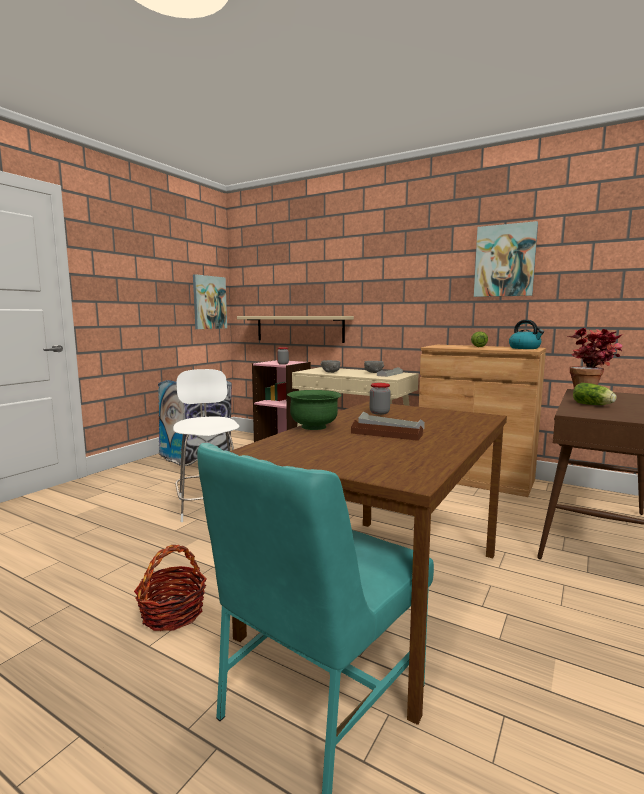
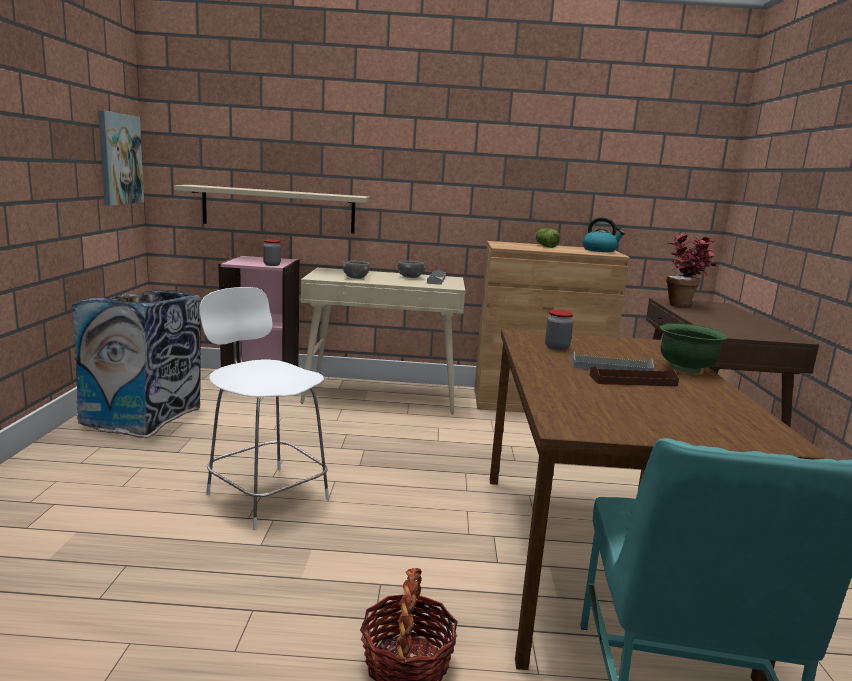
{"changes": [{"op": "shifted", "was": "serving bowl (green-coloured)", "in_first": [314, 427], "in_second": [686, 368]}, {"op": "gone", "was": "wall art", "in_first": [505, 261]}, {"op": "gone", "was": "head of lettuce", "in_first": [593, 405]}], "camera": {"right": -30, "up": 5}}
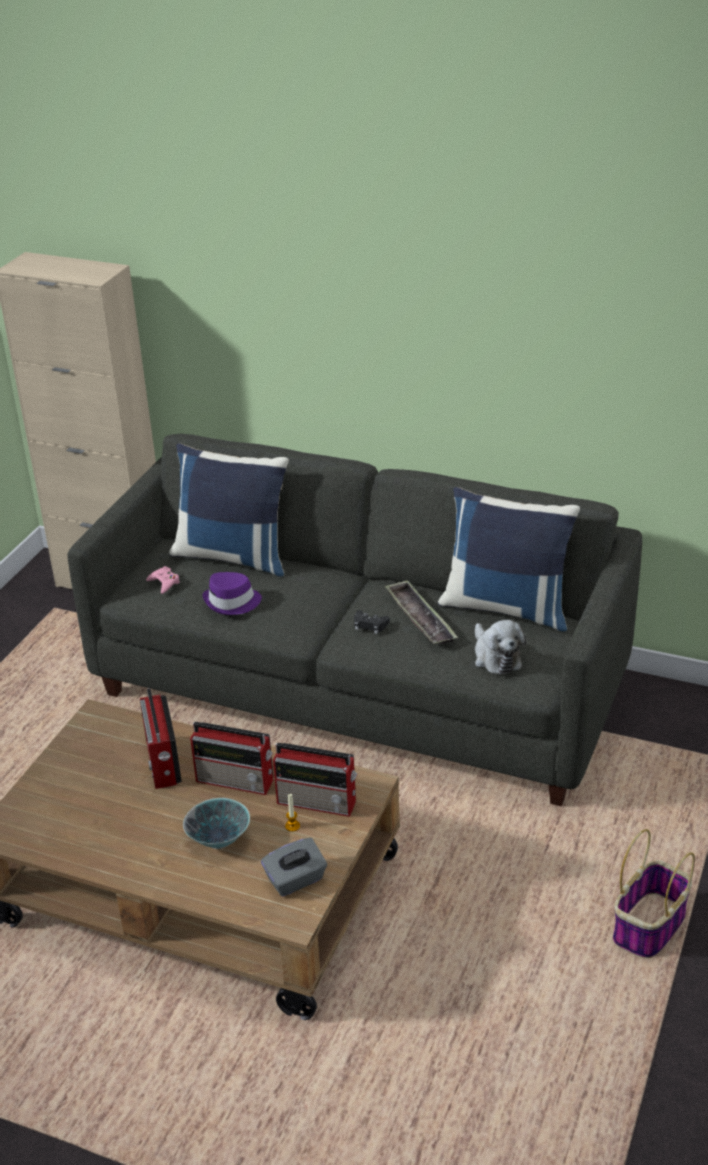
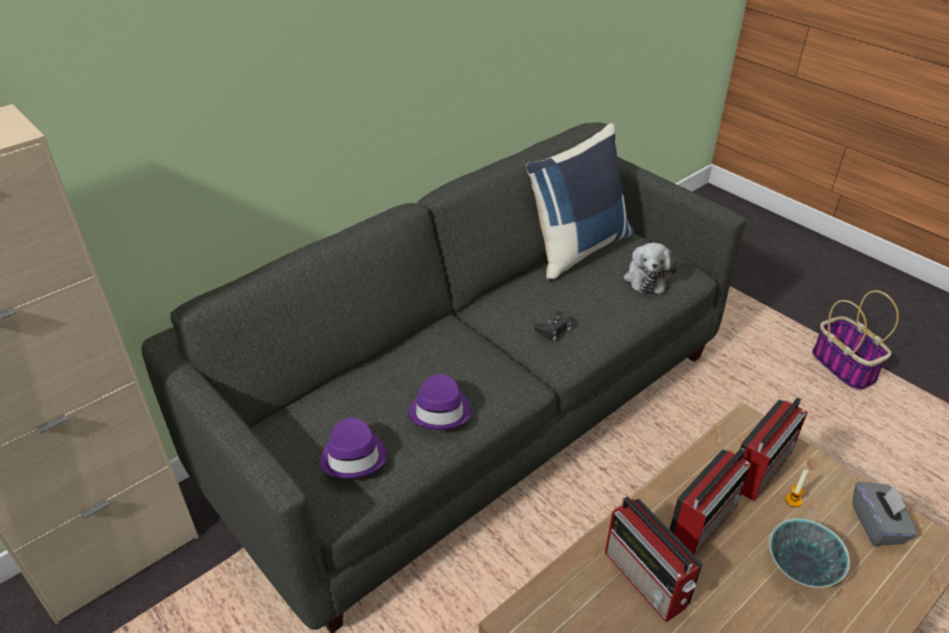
{"changes": [{"op": "swapped", "was": "joypad (pinkish)", "now": "clothing hat (purple-coloured)", "in_first": [164, 583], "in_second": [354, 456]}, {"op": "rotated", "was": "radio receiver", "in_first": [162, 763], "in_second": [647, 580], "clockwise": 45}, {"op": "rotated", "was": "cuddly toy", "in_first": [495, 656], "in_second": [646, 277], "clockwise": 90}, {"op": "gone", "was": "pillow (bluish)", "in_first": [233, 555]}, {"op": "gone", "was": "tray", "in_first": [420, 618]}], "camera": {"right": -65, "up": 5}}
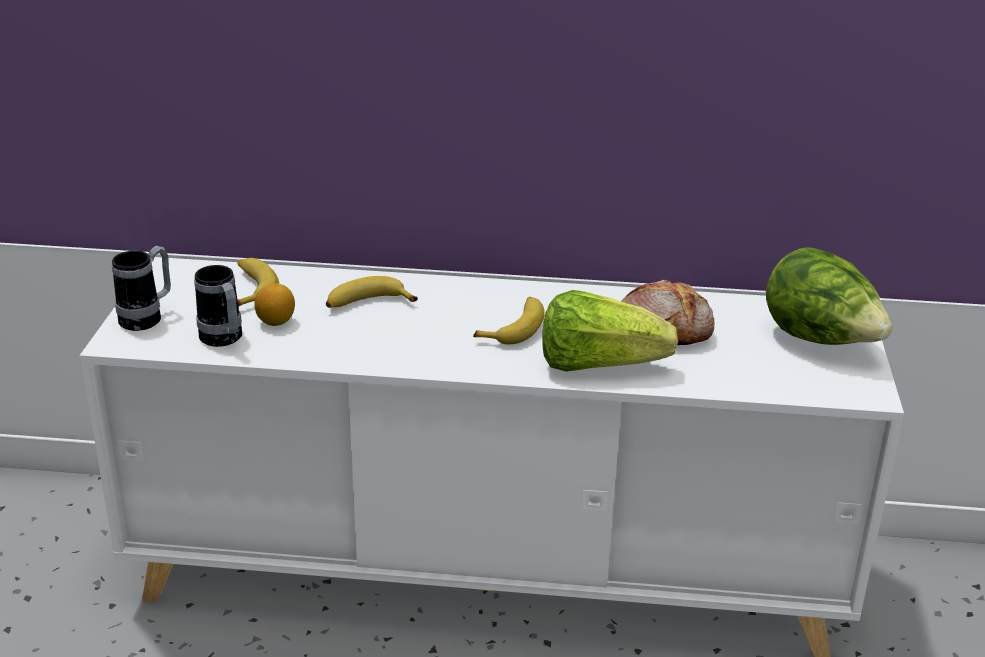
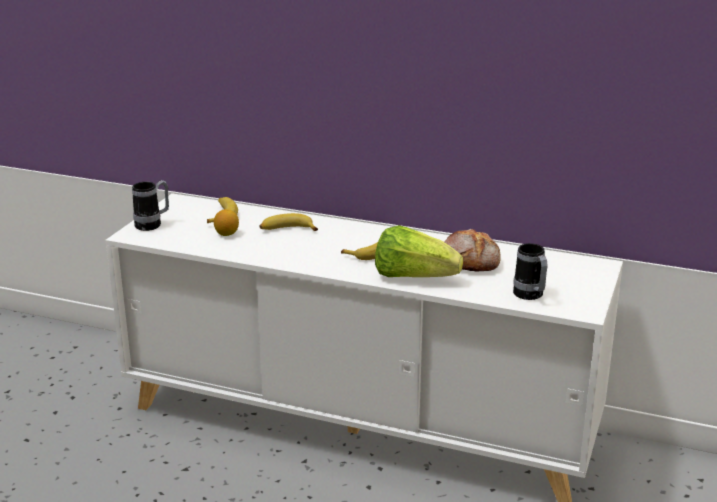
{"changes": [{"op": "shifted", "was": "mug", "in_first": [224, 340], "in_second": [530, 296]}, {"op": "gone", "was": "head of lettuce", "in_first": [821, 340]}], "camera": {"right": 15, "up": -5}}
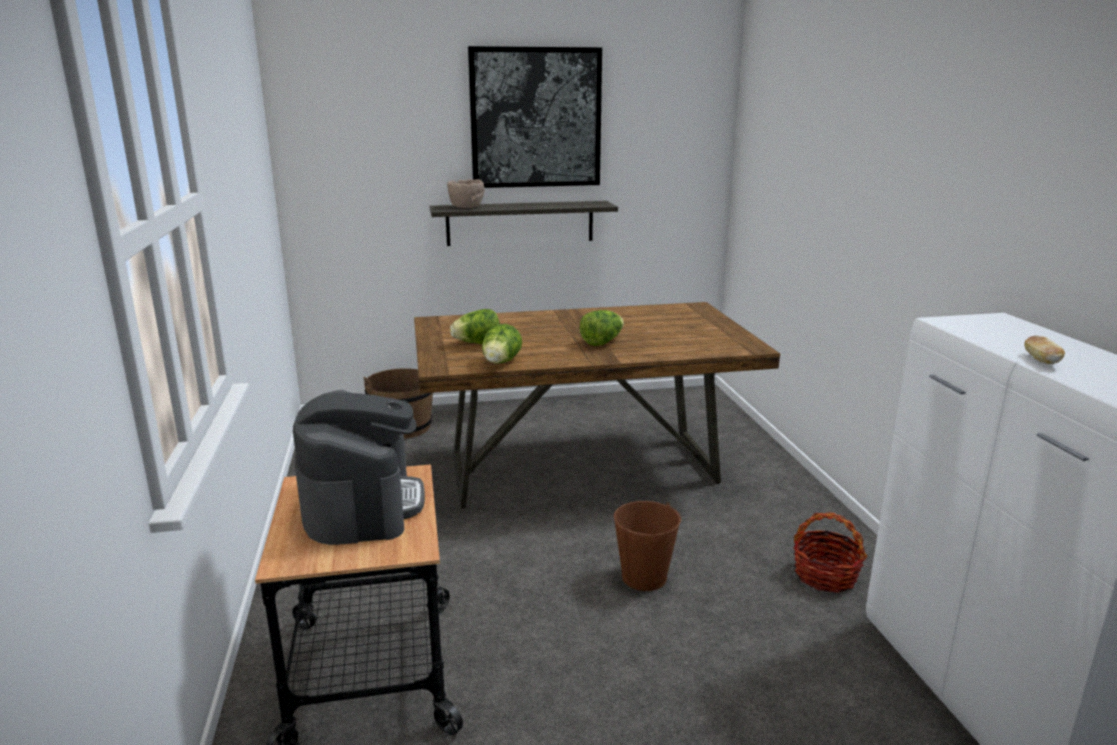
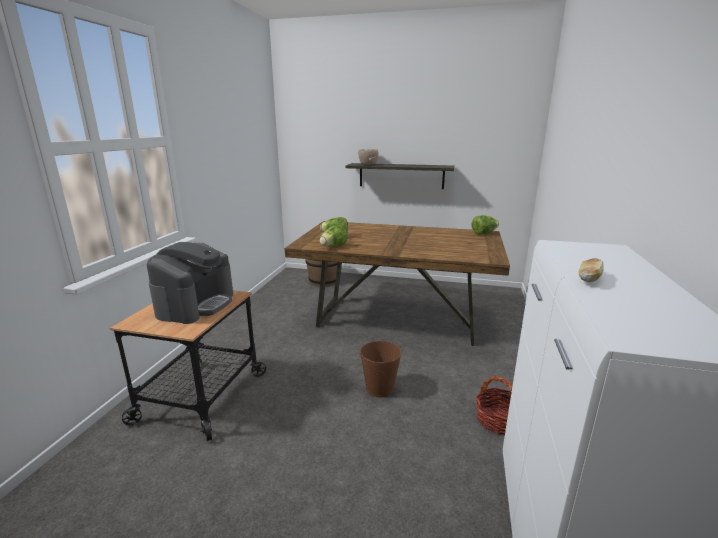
{"changes": [{"op": "shifted", "was": "head of lettuce", "in_first": [602, 342], "in_second": [484, 233]}, {"op": "gone", "was": "wall art", "in_first": [535, 118]}], "camera": {"right": 25, "up": 0}}
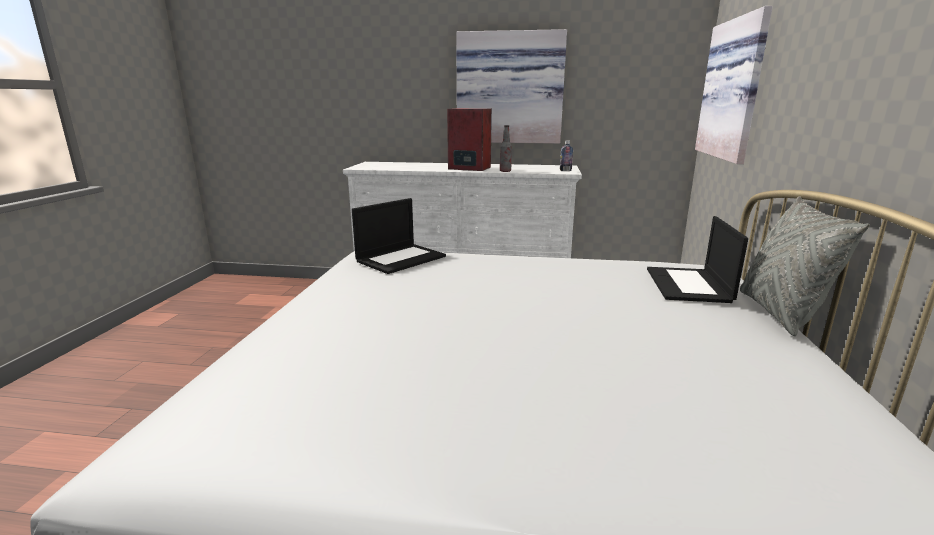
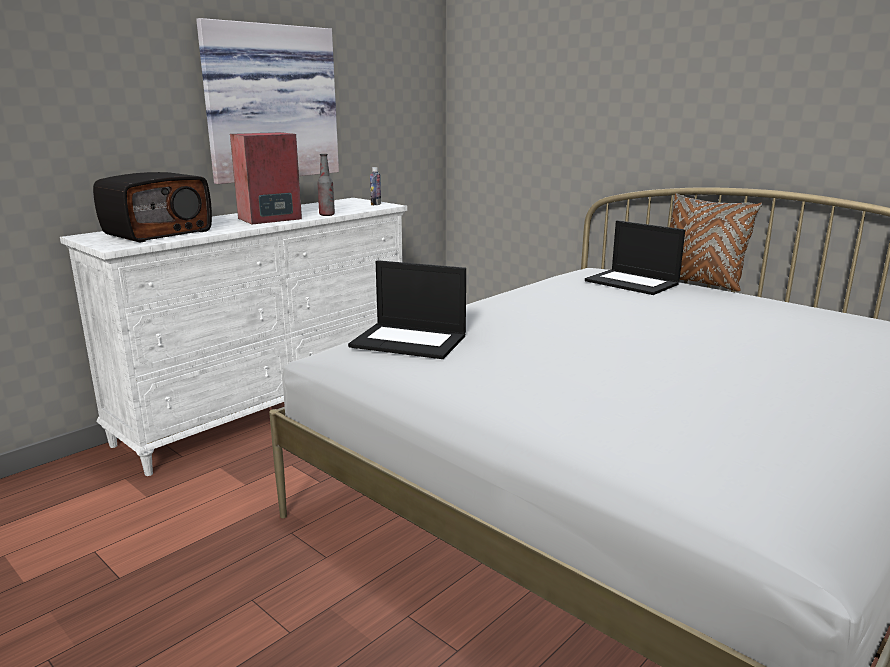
{"changes": [{"op": "new", "now": "radio receiver", "in_second": [158, 232]}, {"op": "rotated", "was": "laptop", "in_first": [401, 258], "in_second": [410, 341], "clockwise": 120}, {"op": "repainted", "was": "pillow (grey)", "now": "pillow (brown)", "in_first": [779, 313], "in_second": [698, 283]}, {"op": "gone", "was": "wall art", "in_first": [735, 90]}], "camera": {"right": -55, "up": 0}}
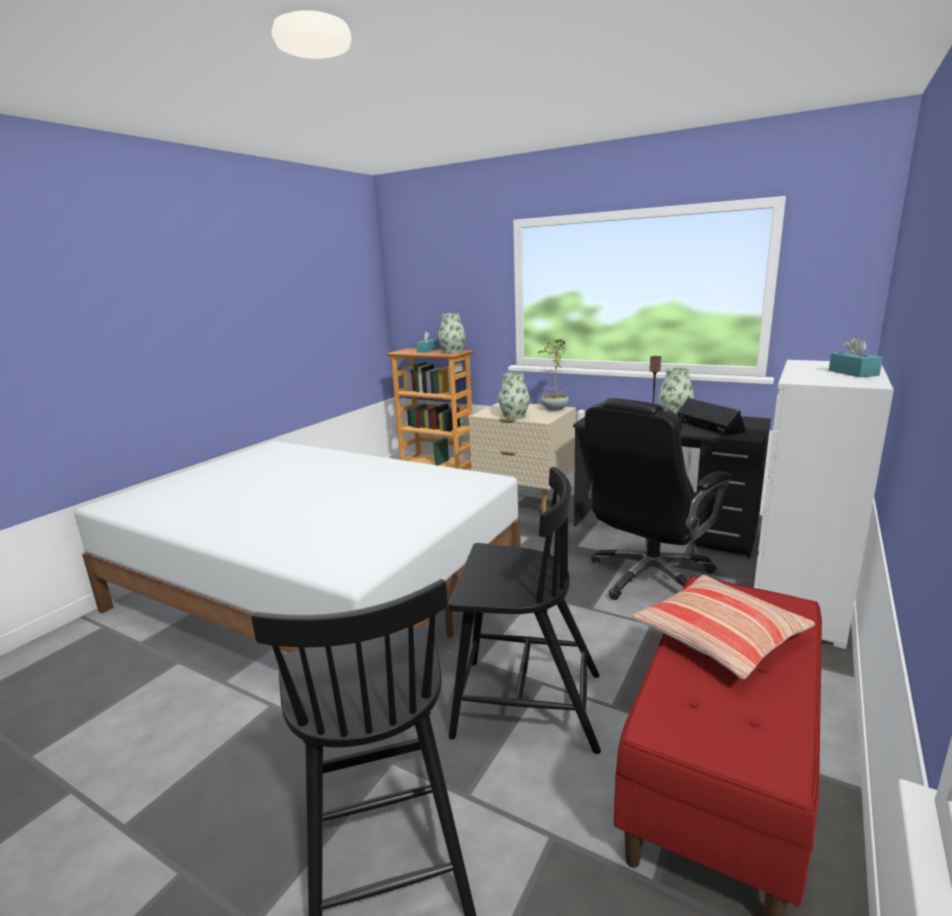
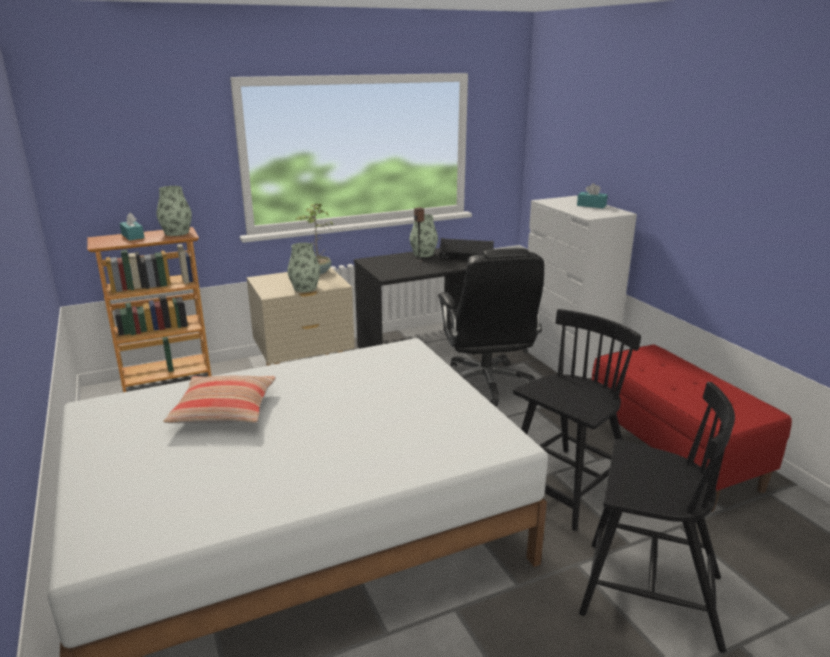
{"changes": [{"op": "shifted", "was": "pillow", "in_first": [719, 636], "in_second": [224, 410]}], "camera": {"right": -55, "up": 5}}
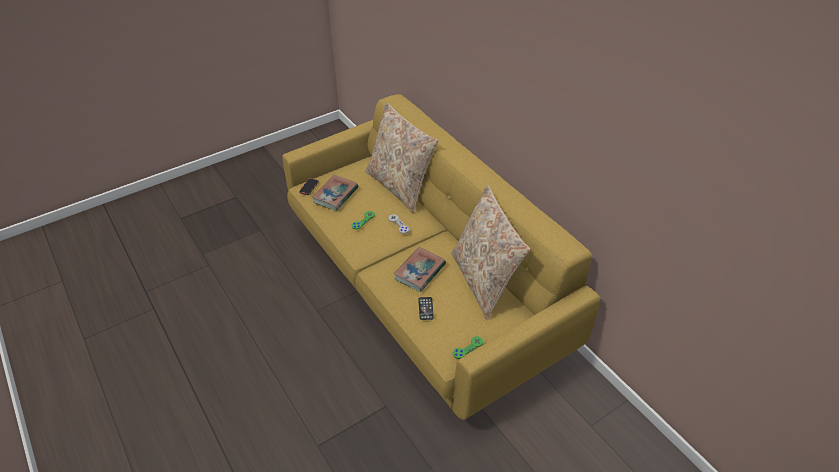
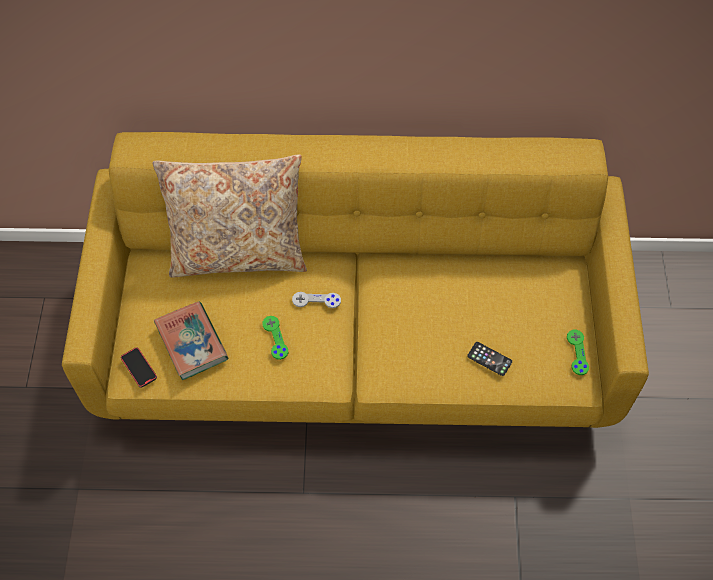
{"changes": [{"op": "gone", "was": "volume", "in_first": [420, 271]}, {"op": "gone", "was": "pillow (sand-coloured)", "in_first": [483, 281]}], "camera": {"right": -55, "up": 15}}
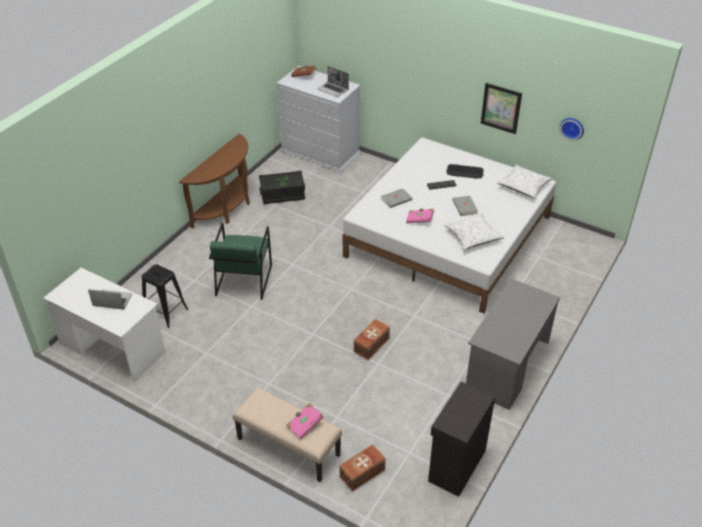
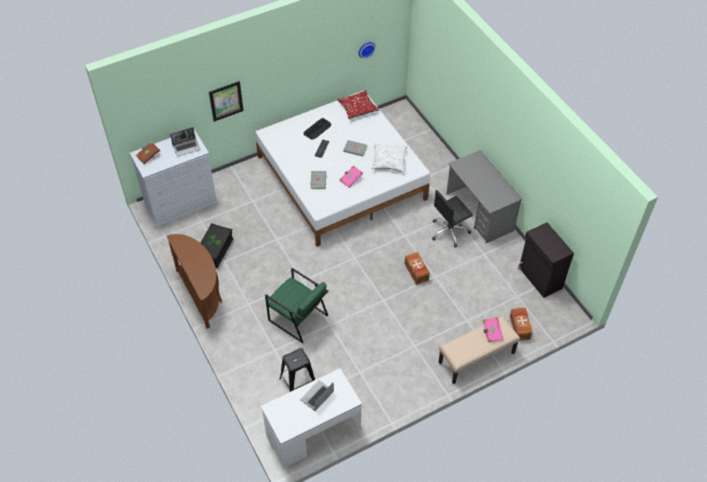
{"changes": [{"op": "shifted", "was": "wall art", "in_first": [501, 108], "in_second": [226, 101]}, {"op": "repainted", "was": "pillow (white)", "now": "pillow (reddish)", "in_first": [523, 186], "in_second": [357, 108]}, {"op": "new", "now": "desk chair (blackish)", "in_second": [449, 231]}], "camera": {"right": -60, "up": 10}}
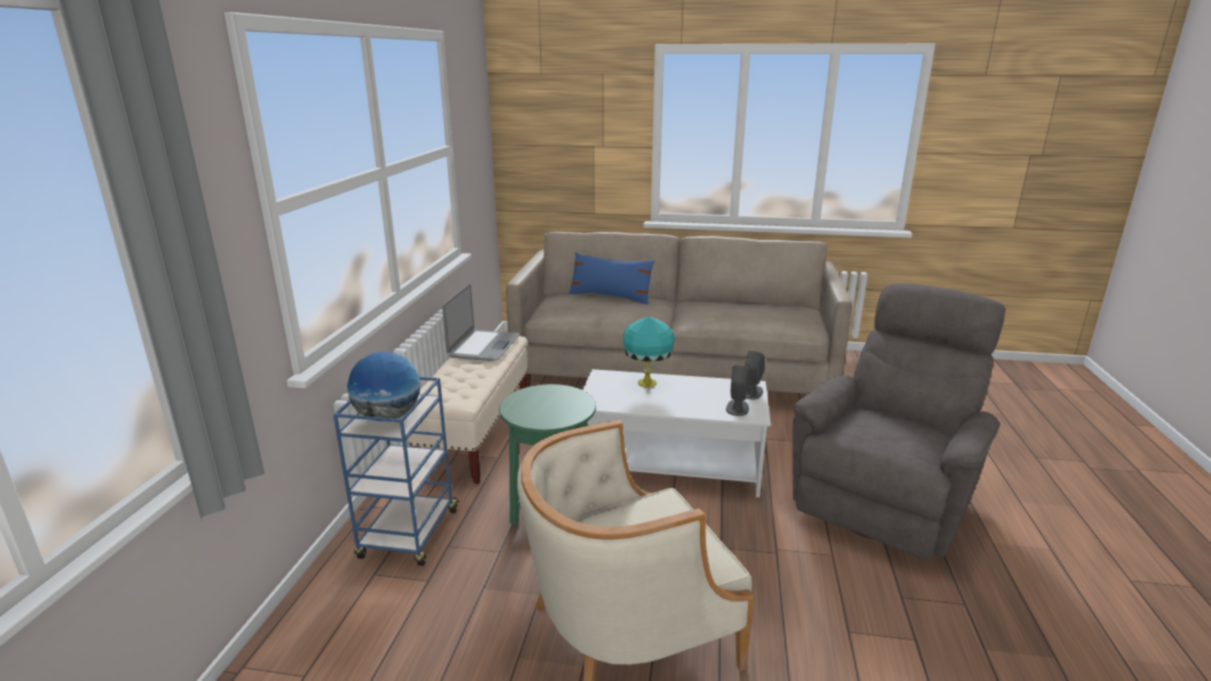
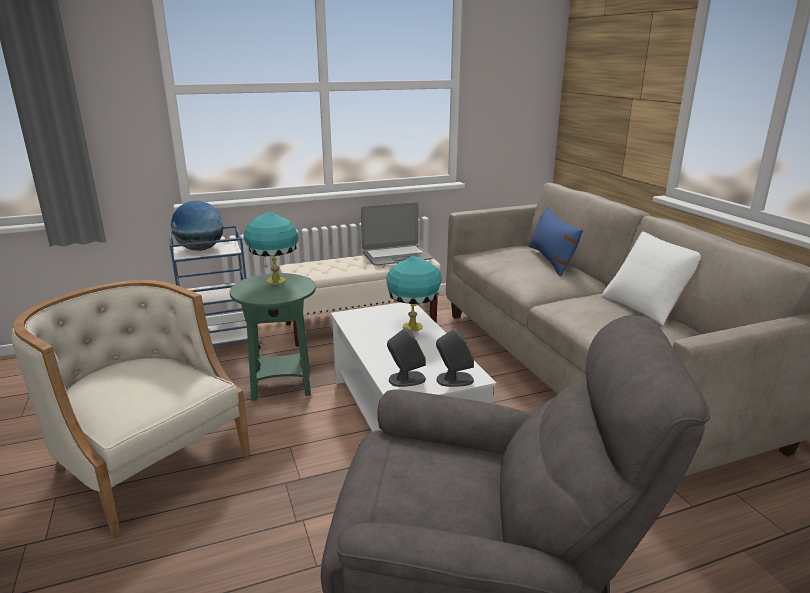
{"changes": [{"op": "new", "now": "table lamp (turquoise-coloured)", "in_second": [275, 281]}, {"op": "new", "now": "pillow (white)", "in_second": [647, 306]}], "camera": {"right": 60, "up": 0}}
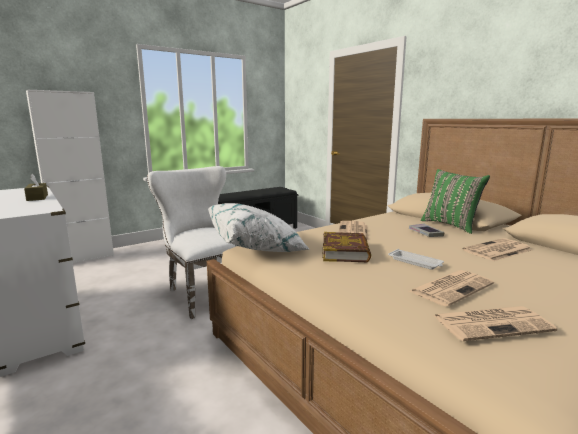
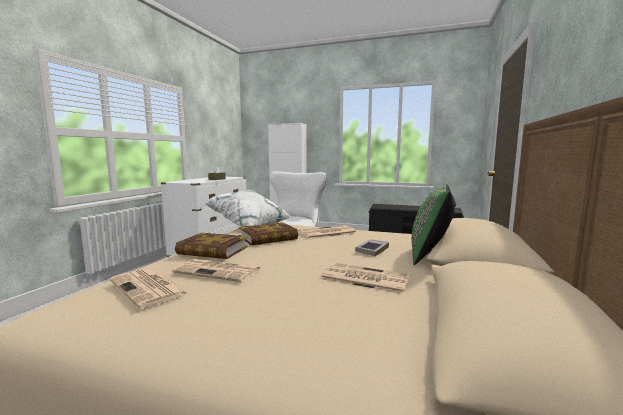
{"changes": [{"op": "new", "now": "volume", "in_second": [212, 251]}, {"op": "gone", "was": "tray (white)", "in_first": [416, 262]}], "camera": {"right": 55, "up": -5}}
